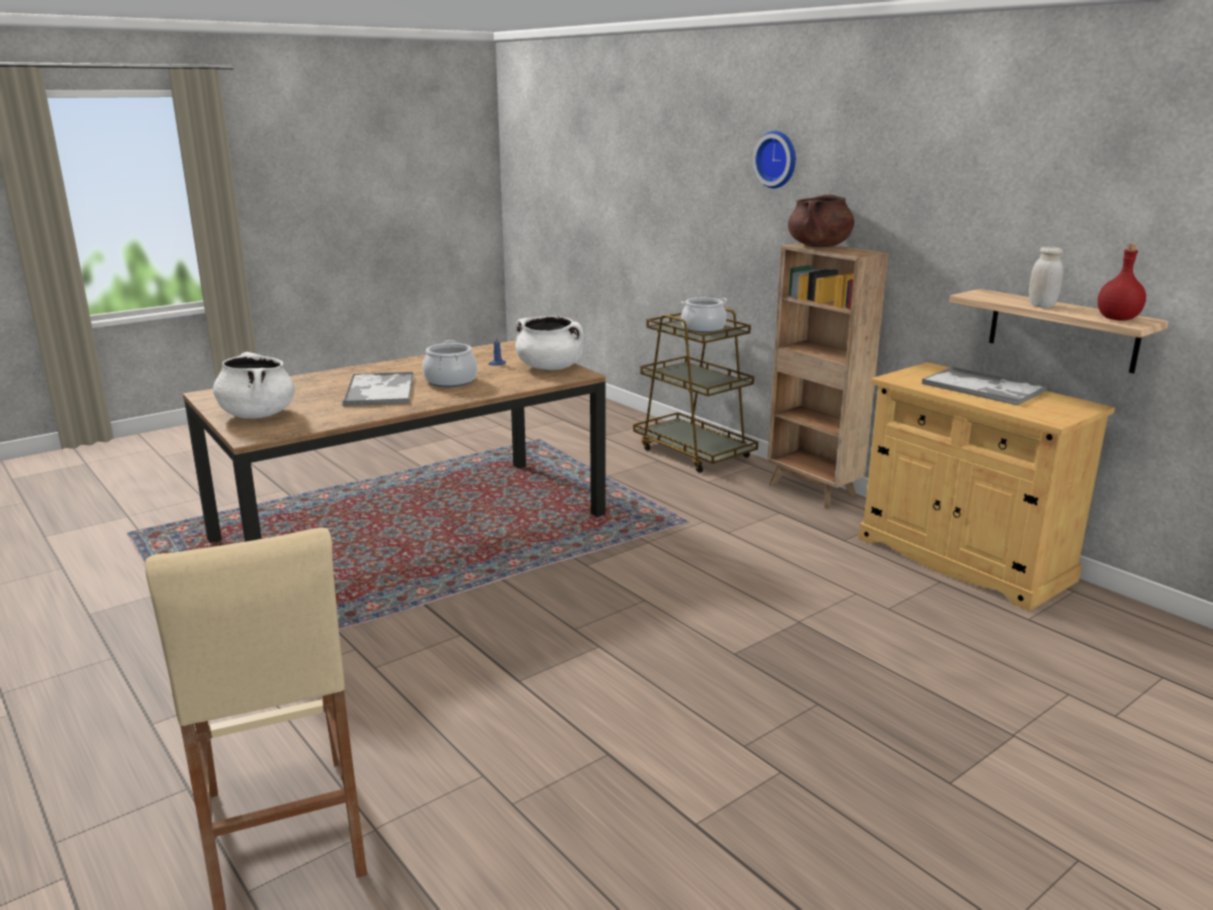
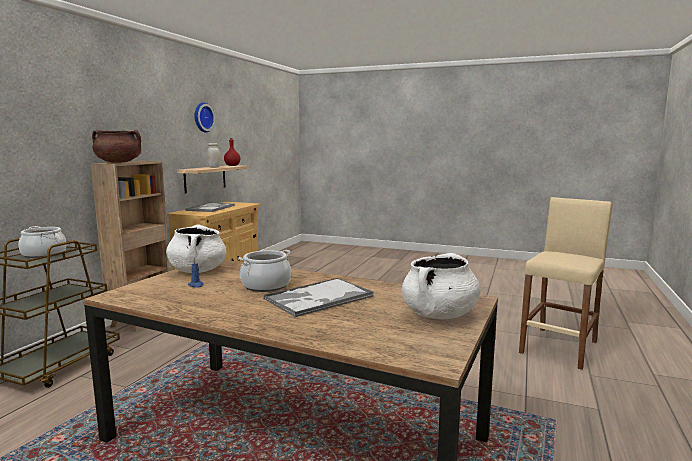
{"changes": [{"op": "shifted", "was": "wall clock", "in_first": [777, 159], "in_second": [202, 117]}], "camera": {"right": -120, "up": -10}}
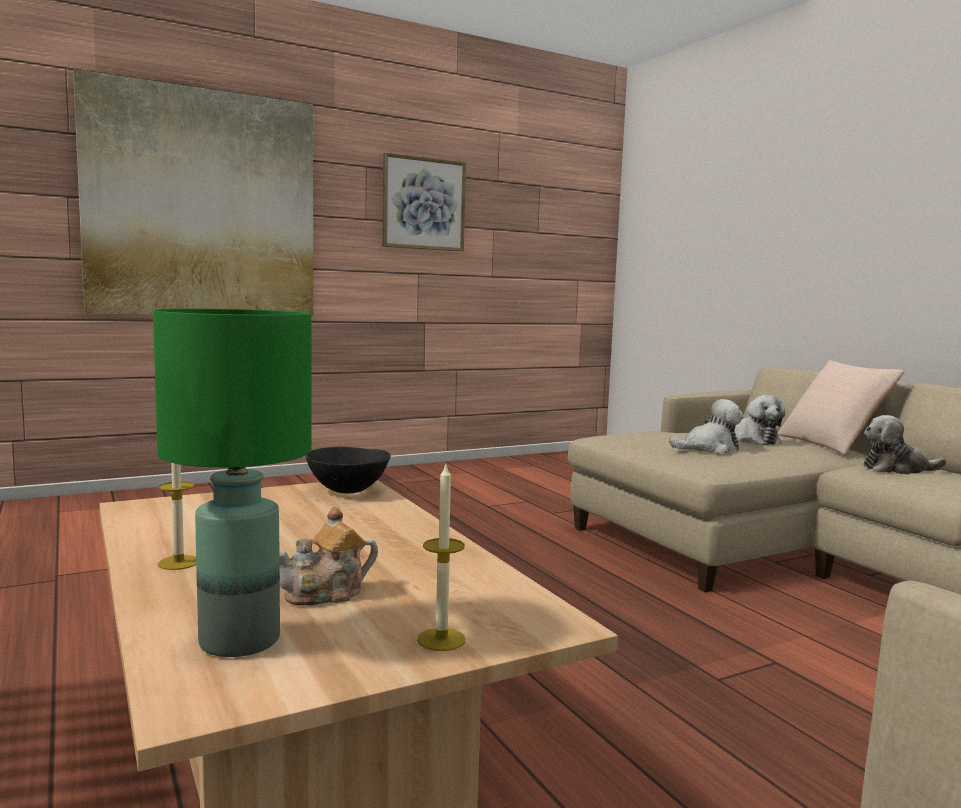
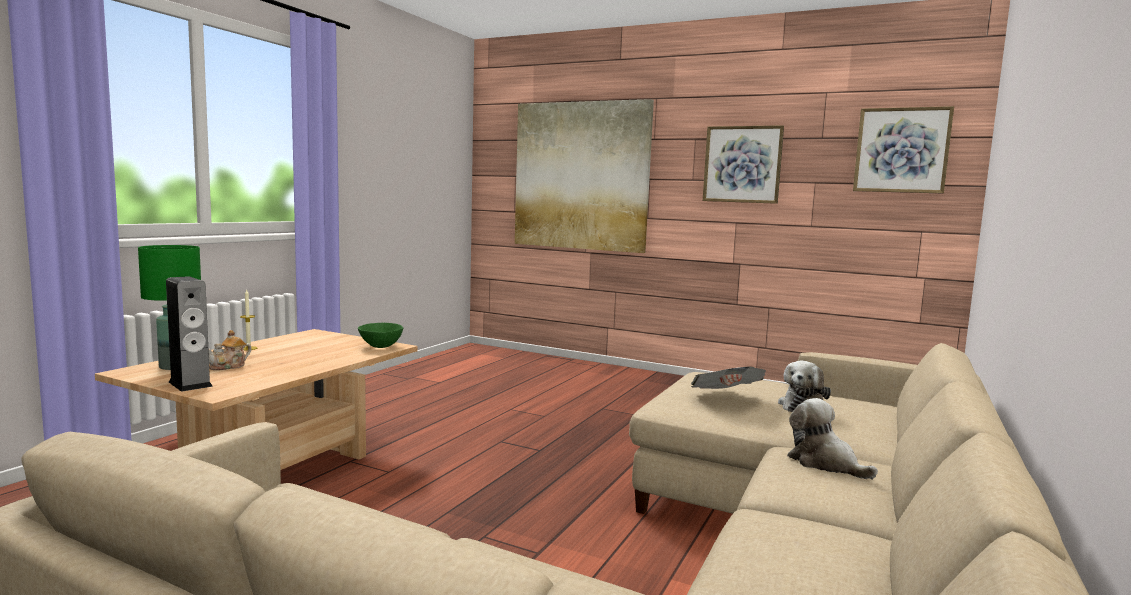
{"changes": [{"op": "swapped", "was": "candle", "now": "loudspeaker", "in_first": [441, 639], "in_second": [190, 384]}, {"op": "rotated", "was": "teapot", "in_first": [326, 593], "in_second": [229, 366], "clockwise": -75}, {"op": "repainted", "was": "serving bowl (blackish)", "now": "serving bowl (green-coloured)", "in_first": [347, 491], "in_second": [380, 347]}, {"op": "swapped", "was": "cuddly toy", "now": "newspaper", "in_first": [709, 448], "in_second": [725, 398]}, {"op": "new", "now": "wall art", "in_second": [901, 150]}, {"op": "gone", "was": "pillow (sand-coloured)", "in_first": [832, 443]}], "camera": {"right": 55, "up": 0}}
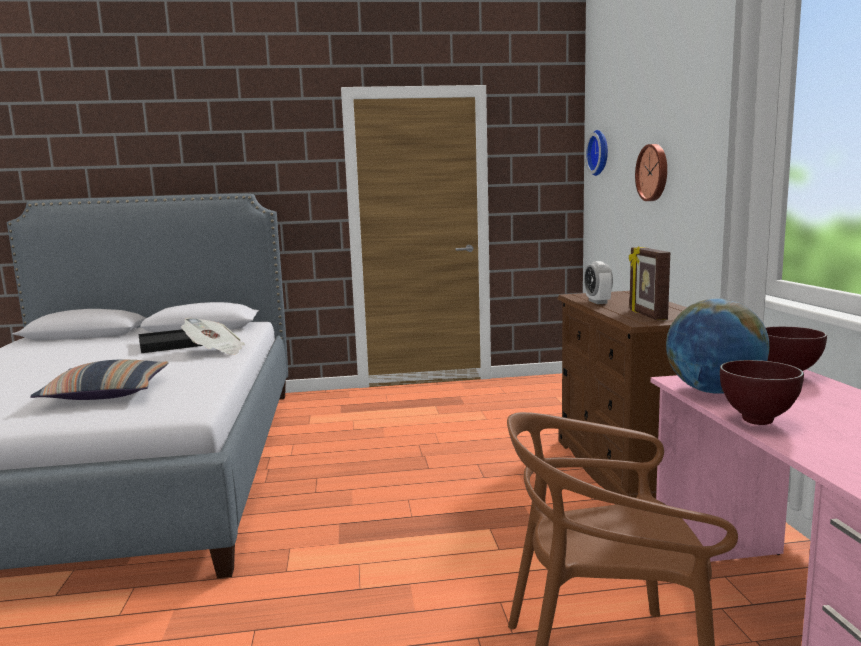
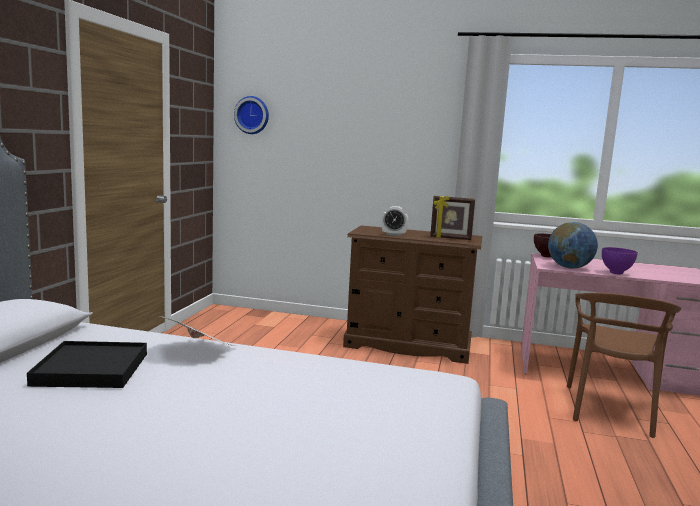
{"changes": [{"op": "repainted", "was": "serving bowl (brown)", "now": "serving bowl (purple-coloured)", "in_first": [759, 421], "in_second": [616, 273]}, {"op": "gone", "was": "pillow", "in_first": [107, 393]}, {"op": "gone", "was": "wall clock", "in_first": [653, 172]}], "camera": {"right": -70, "up": 0}}
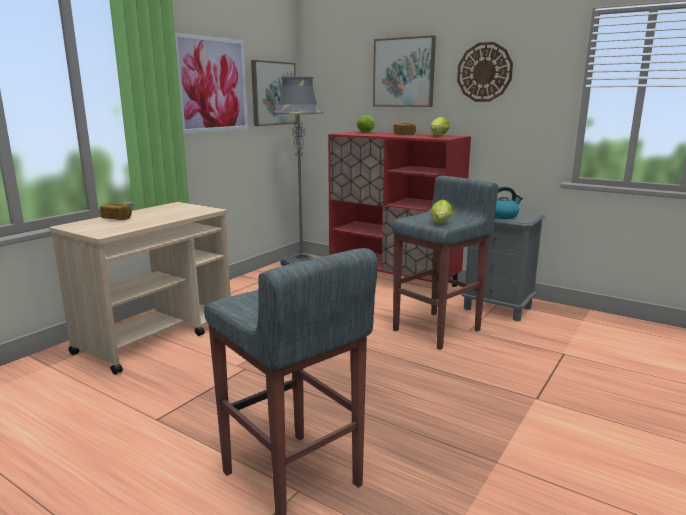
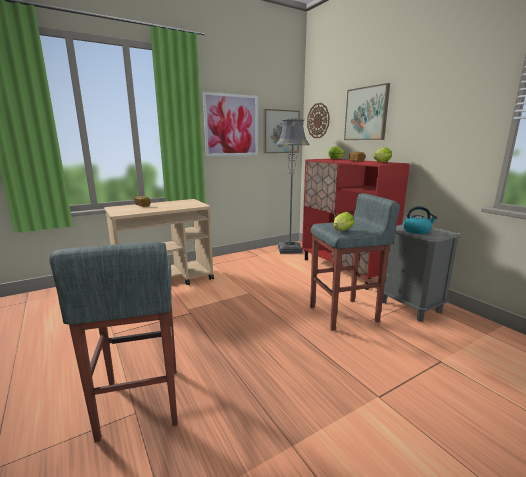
{"changes": [{"op": "shifted", "was": "wall clock", "in_first": [484, 72], "in_second": [318, 121]}], "camera": {"right": 25, "up": 0}}
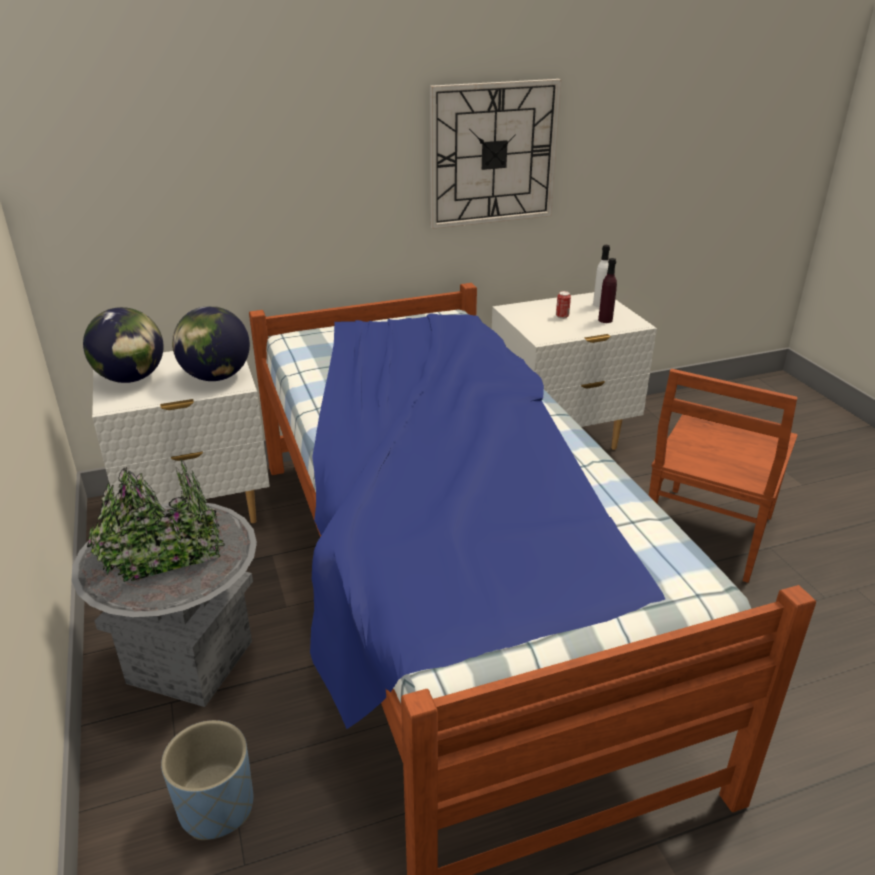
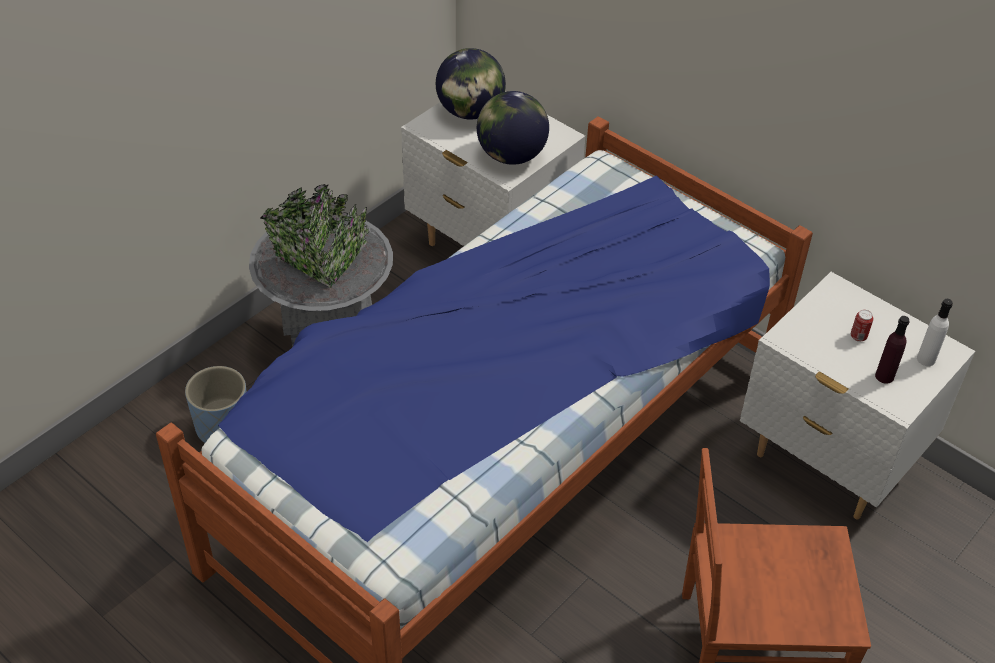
{"changes": [{"op": "gone", "was": "wall clock", "in_first": [493, 154]}], "camera": {"right": 60, "up": 15}}
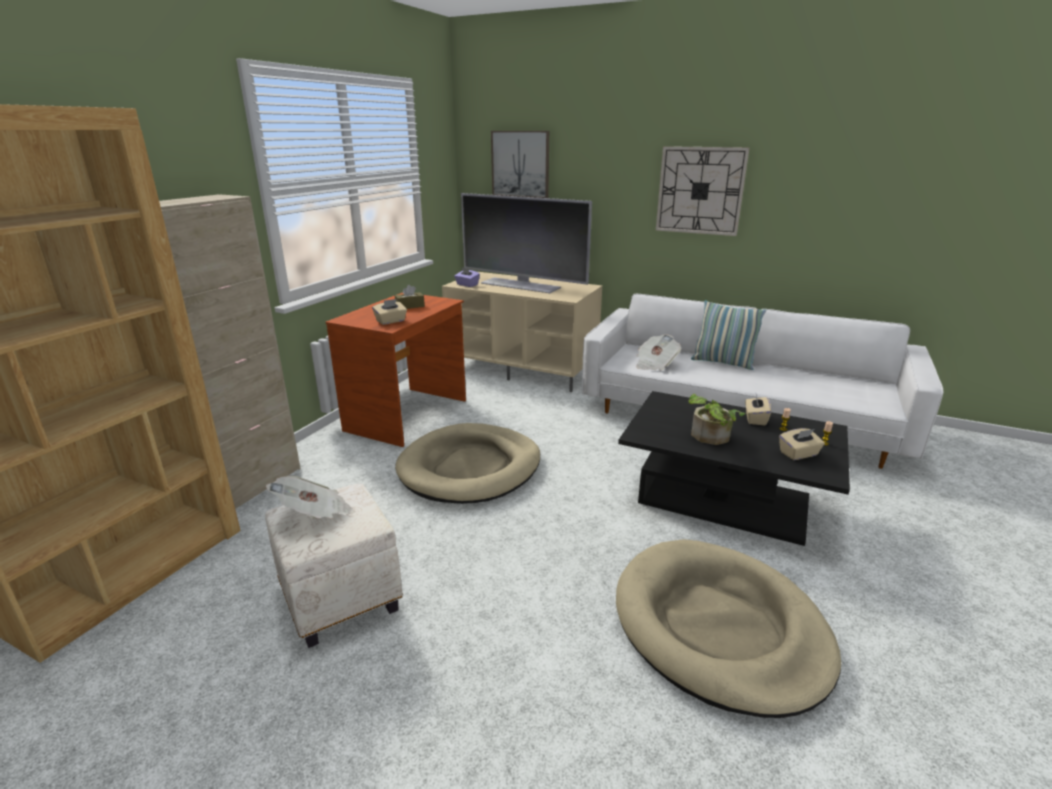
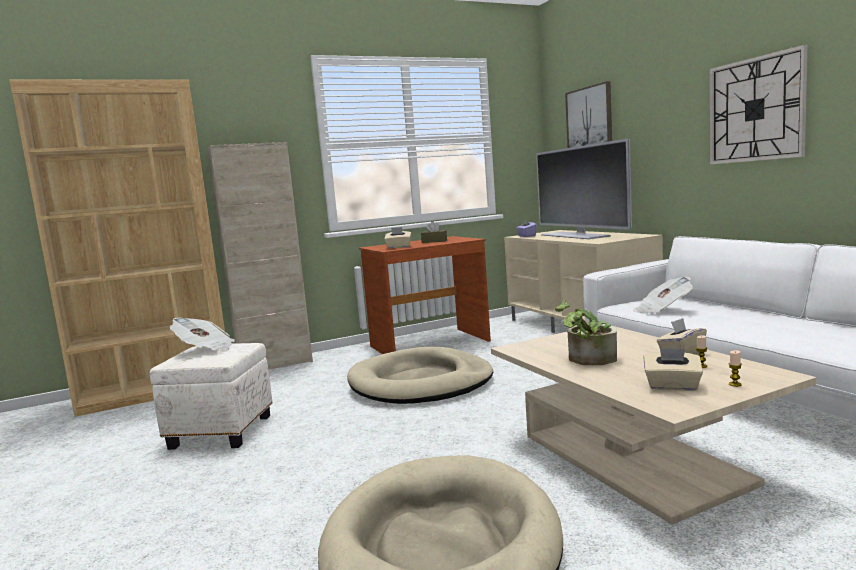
{"changes": [{"op": "repainted", "was": "coffee table (blackish)", "now": "coffee table (sand-coloured)", "in_first": [724, 500], "in_second": [632, 458]}, {"op": "gone", "was": "pillow", "in_first": [723, 363]}], "camera": {"right": 40, "up": -15}}
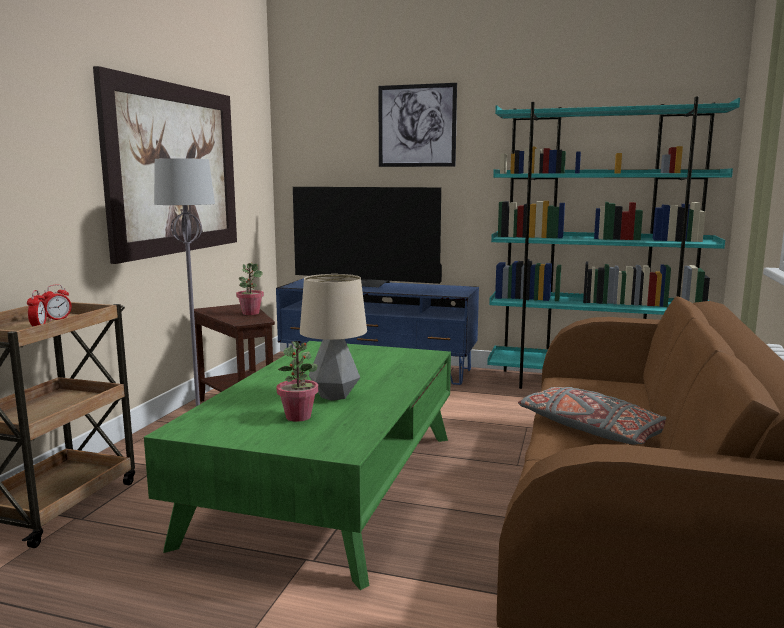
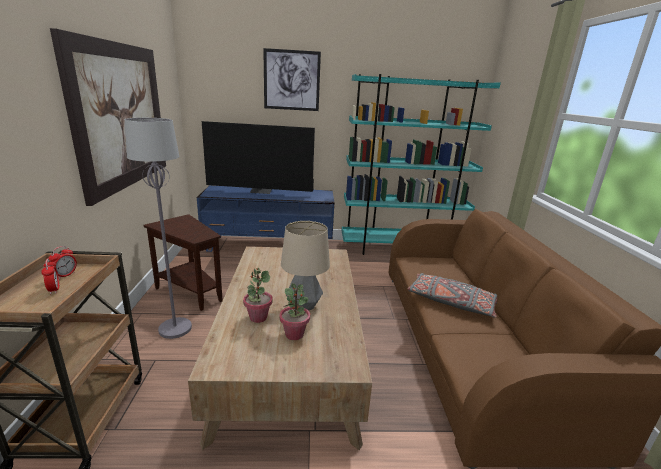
{"changes": [{"op": "repainted", "was": "coffee table (green-coloured)", "now": "coffee table (brown)", "in_first": [329, 485], "in_second": [290, 356]}, {"op": "shifted", "was": "plant in a pot", "in_first": [250, 313], "in_second": [258, 317]}], "camera": {"right": -20, "up": 10}}
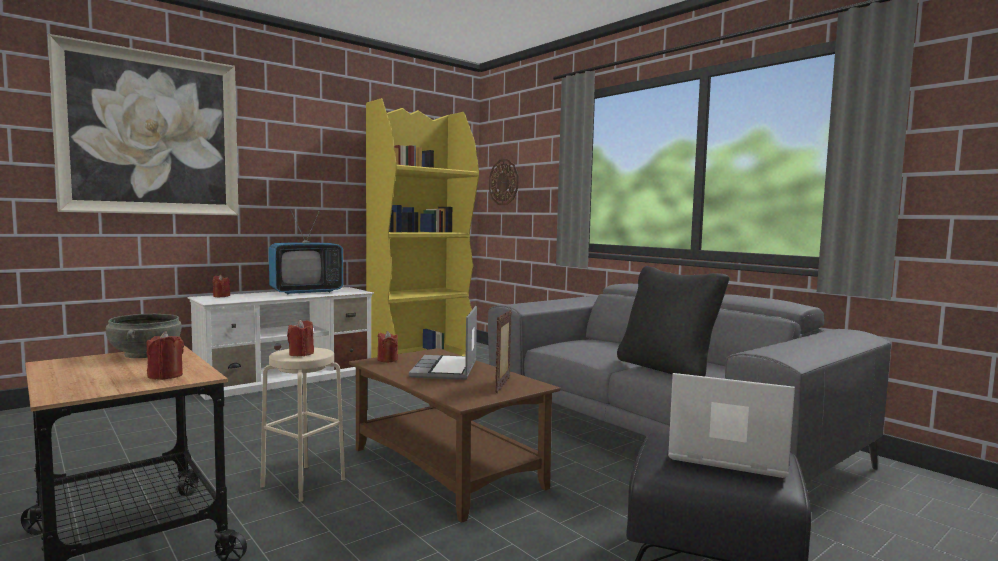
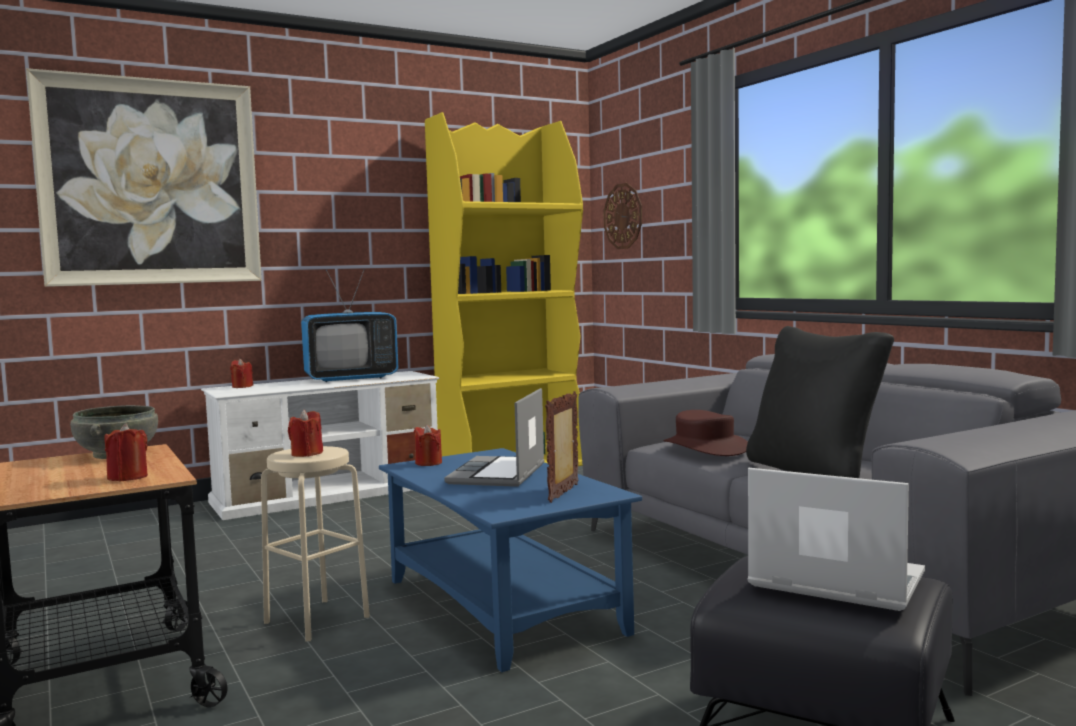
{"changes": [{"op": "repainted", "was": "coffee table (brown)", "now": "coffee table (bluish)", "in_first": [447, 468], "in_second": [504, 606]}, {"op": "new", "now": "clothing hat (brown)", "in_second": [704, 447]}], "camera": {"right": 10, "up": 0}}
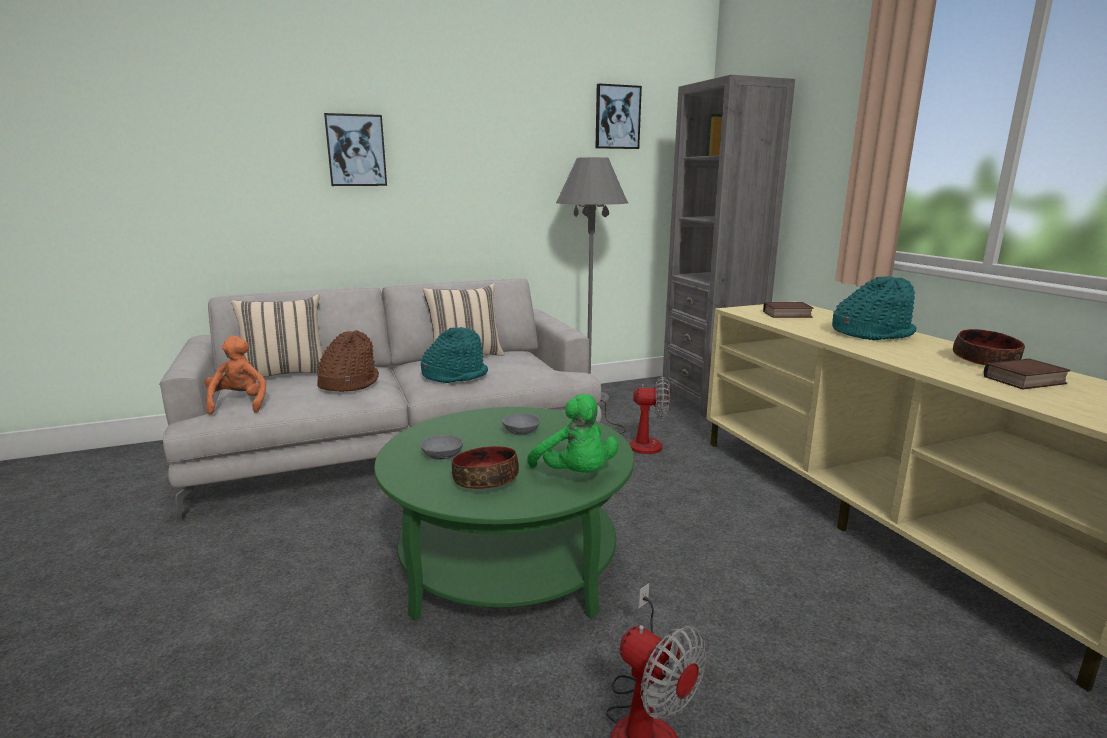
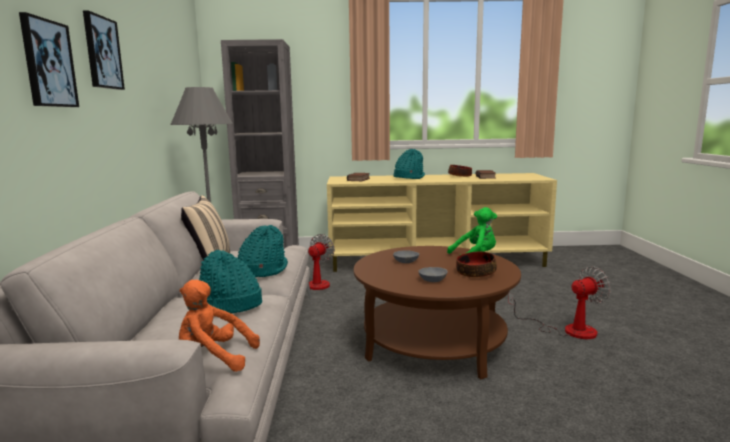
{"changes": [{"op": "shifted", "was": "wall art", "in_first": [617, 117], "in_second": [102, 53]}, {"op": "repainted", "was": "clothing hat (brown)", "now": "clothing hat (turquoise-coloured)", "in_first": [348, 383], "in_second": [228, 305]}, {"op": "repainted", "was": "coffee table (green-coloured)", "now": "coffee table (brown)", "in_first": [508, 561], "in_second": [433, 343]}, {"op": "gone", "was": "pillow (sand-coloured)", "in_first": [286, 374]}], "camera": {"right": -70, "up": -5}}
